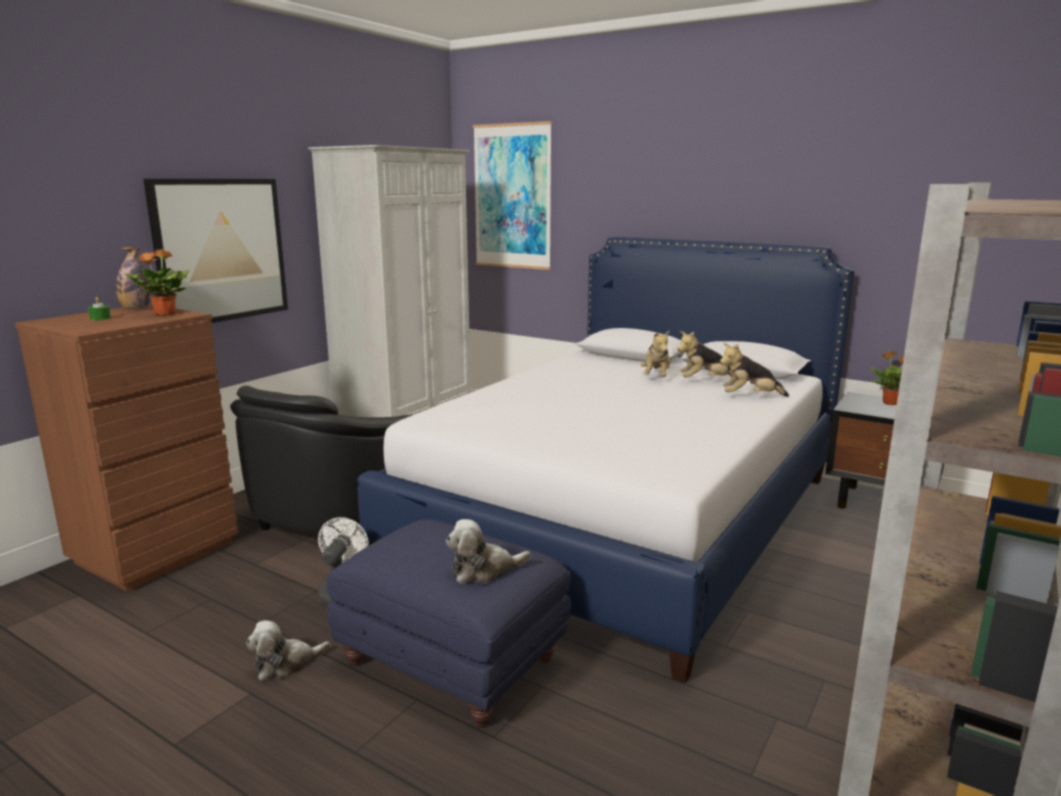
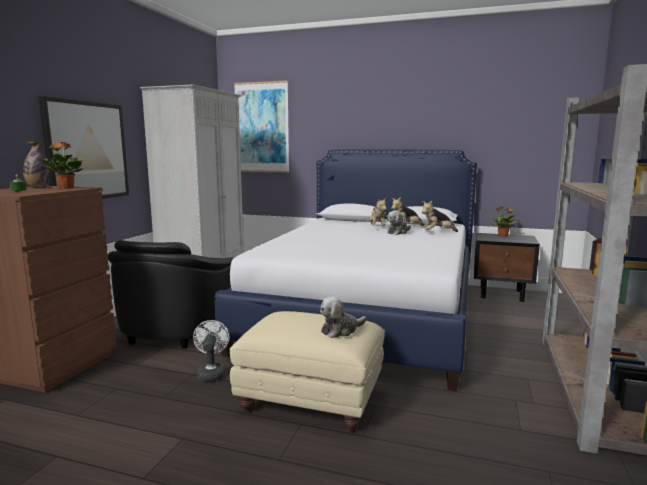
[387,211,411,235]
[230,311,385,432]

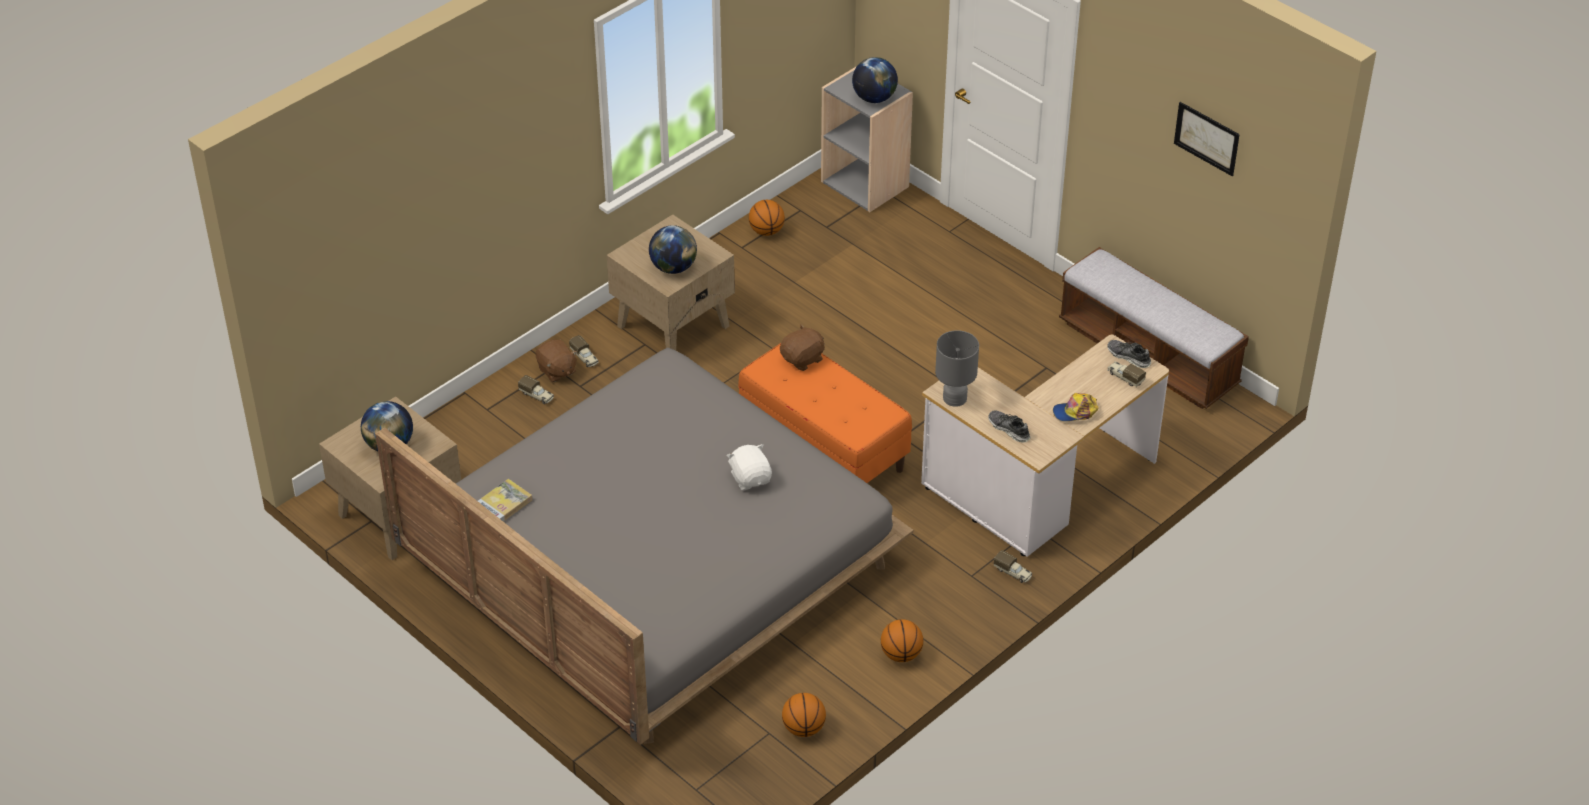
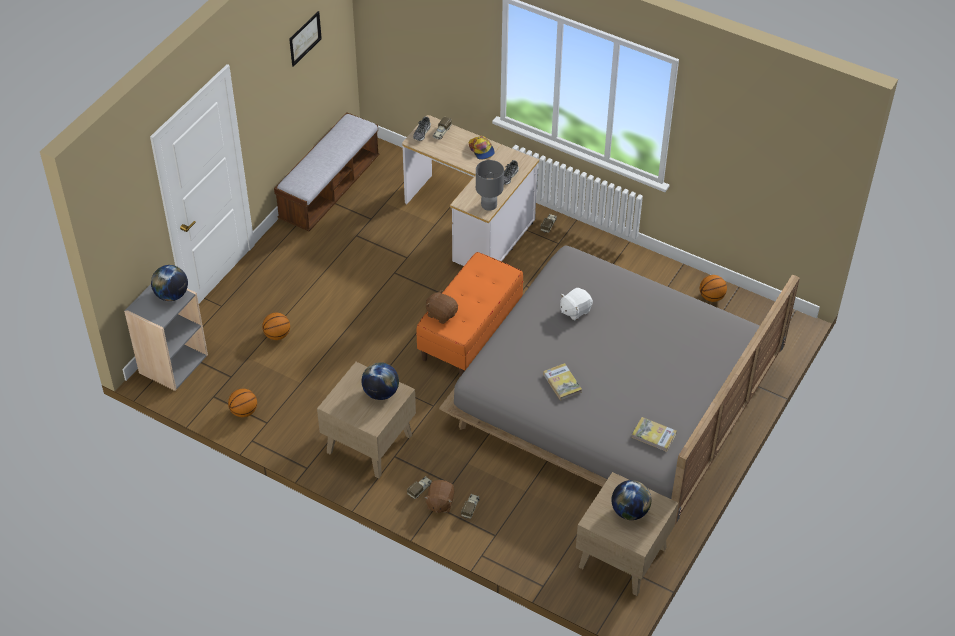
[543,363,582,401]
[262,313,290,340]
[424,480,454,513]

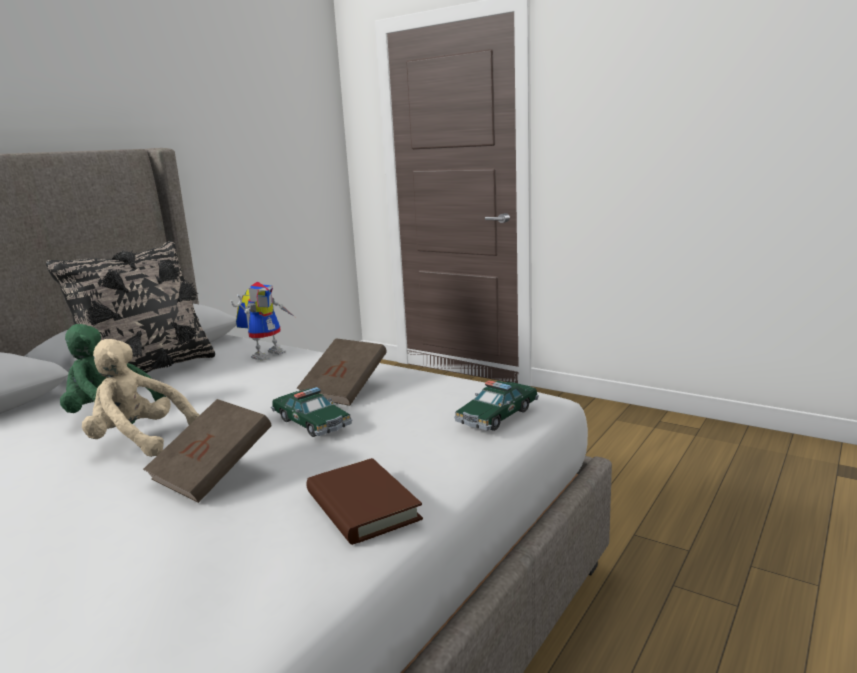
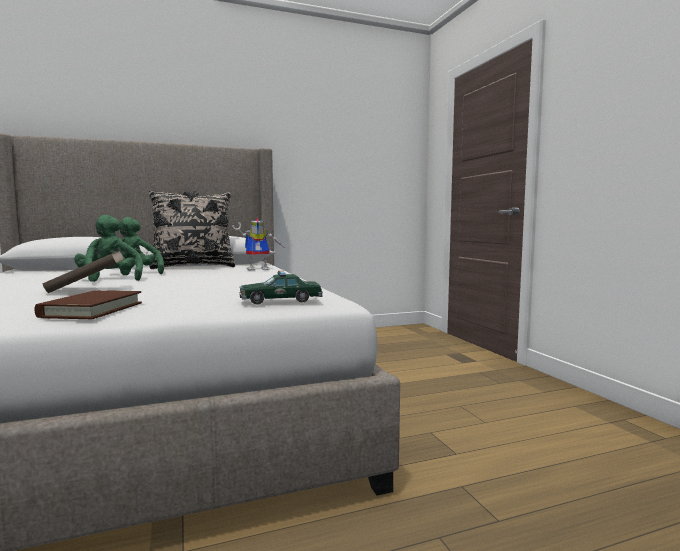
[271,387,352,437] (first image)
[297,338,387,406] (first image)
[74,215,143,282]

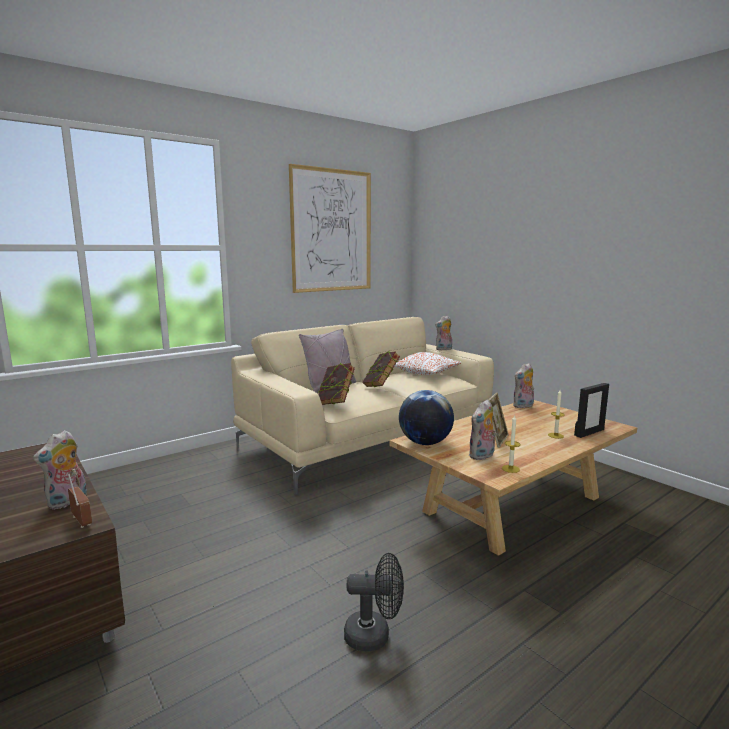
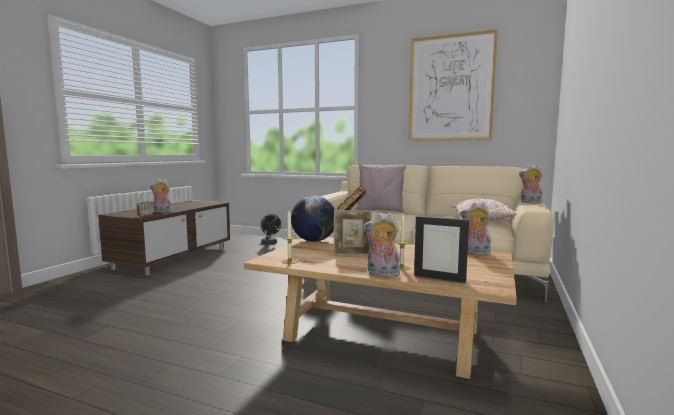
[362,351,400,388] (first image)
[261,214,281,245]
[363,212,400,277]

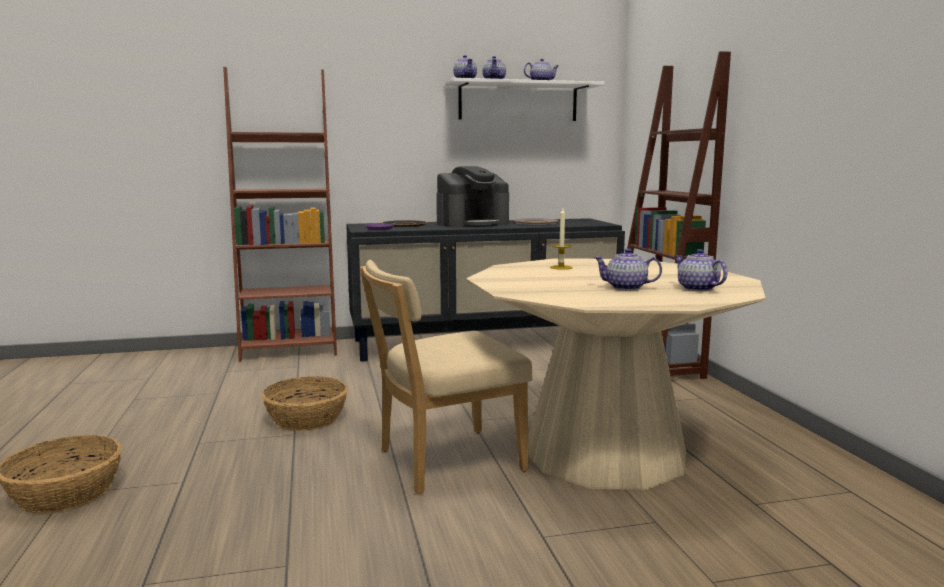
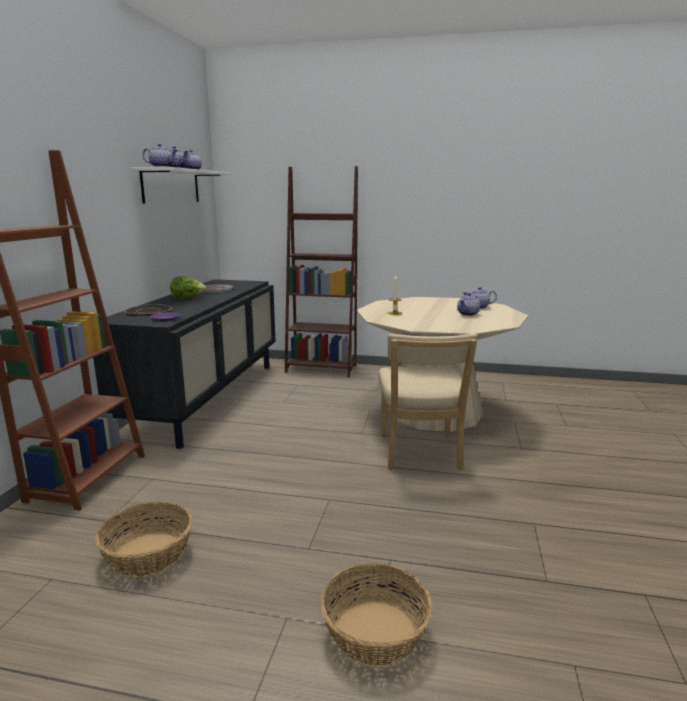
[95,501,193,577]
[170,276,206,300]

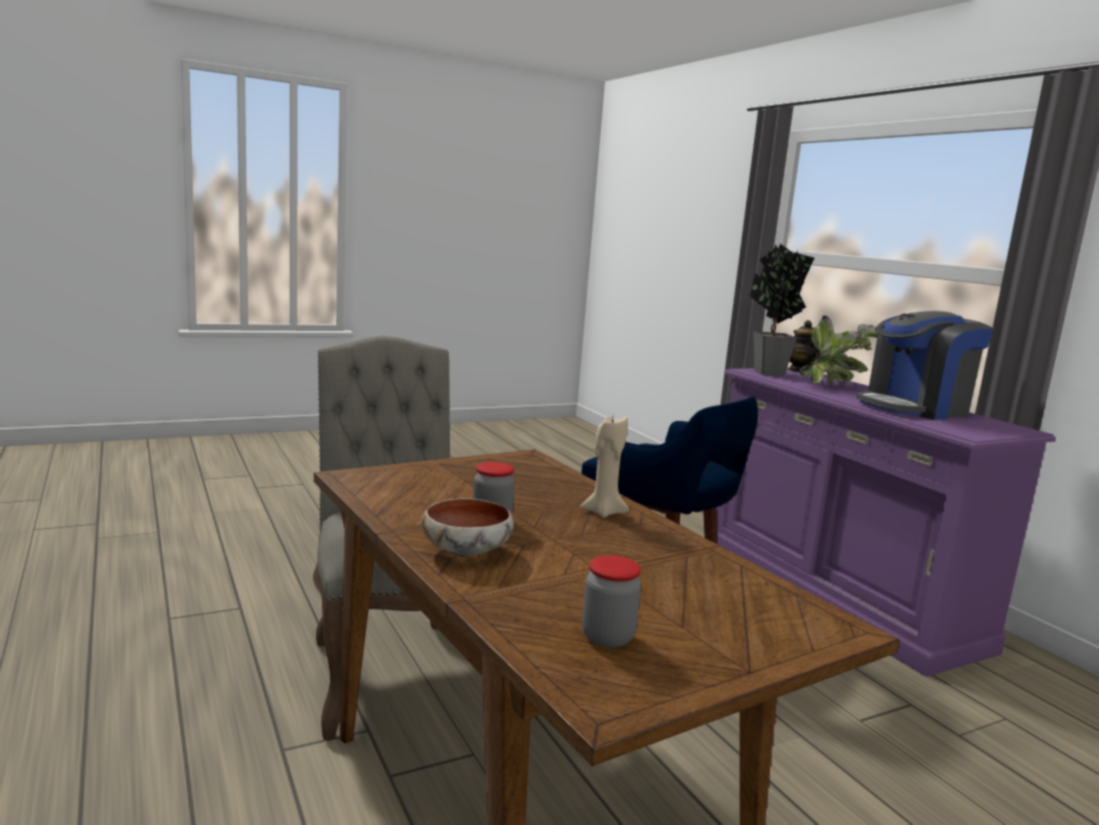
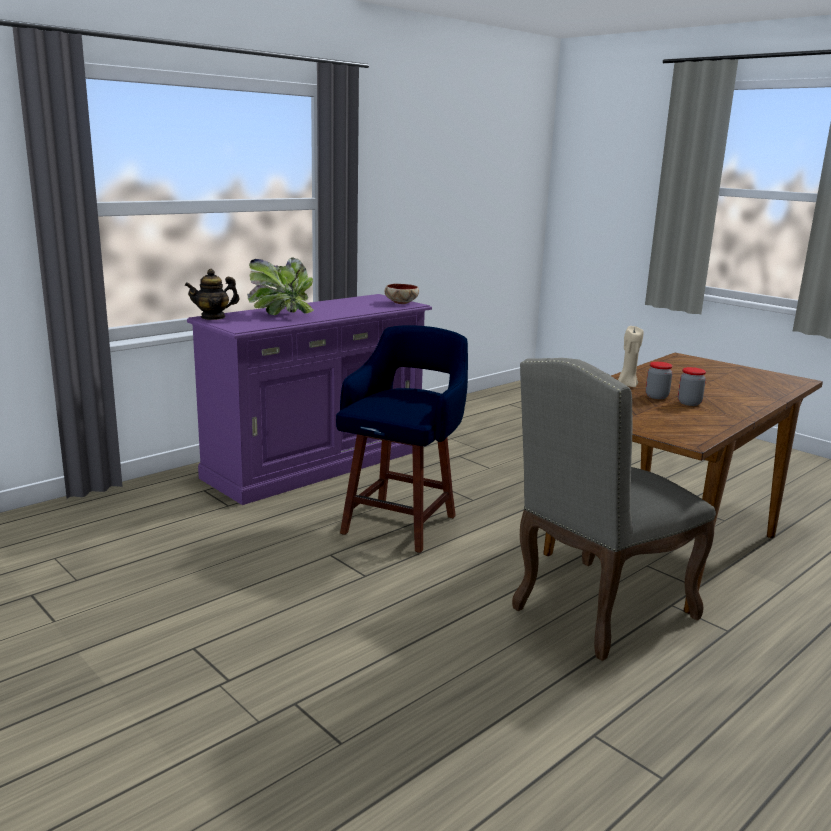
[750,244,814,376] (first image)
[856,311,993,420] (first image)
[384,284,419,304]
[646,362,673,399]

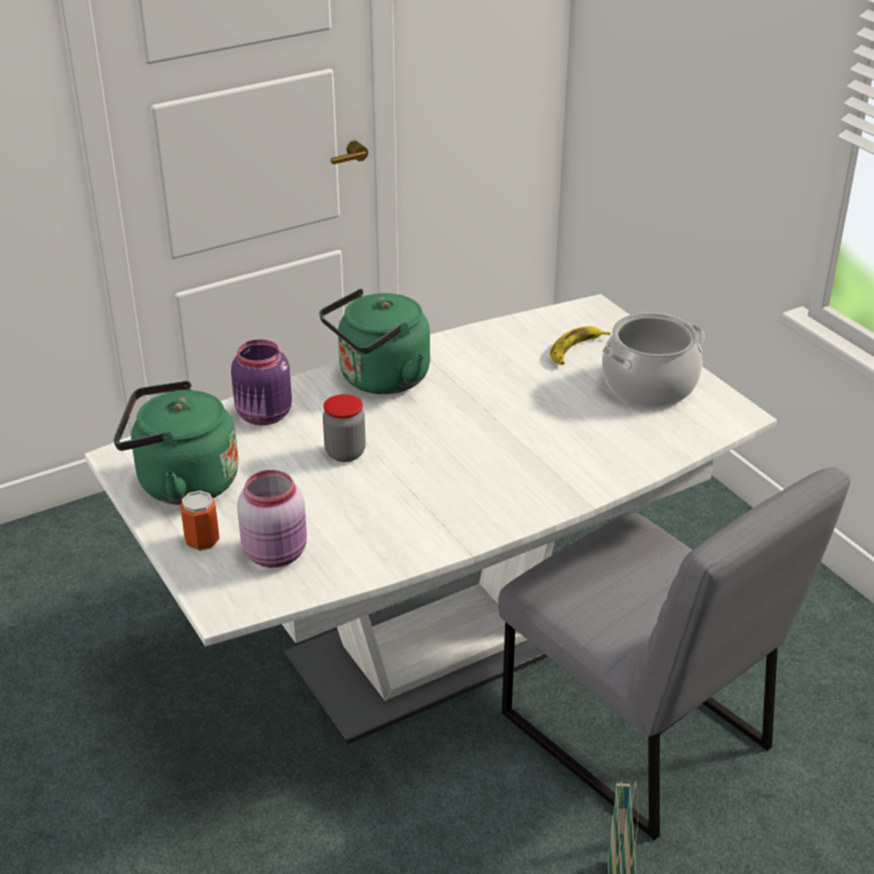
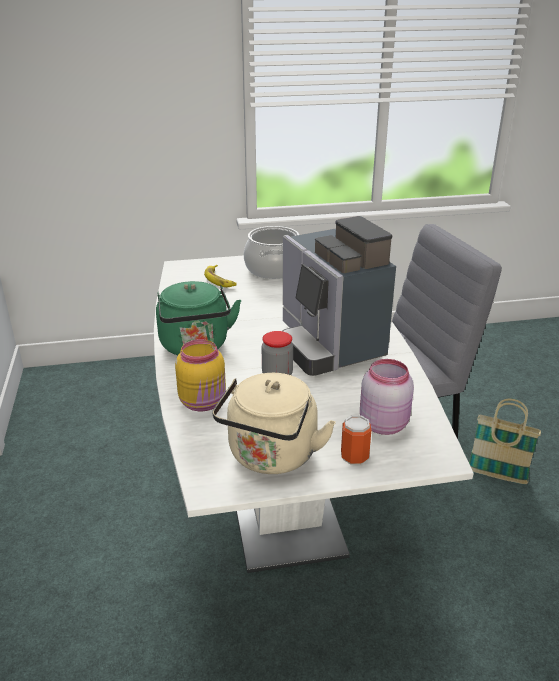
[283,216,396,376]
[212,373,336,474]
[175,339,226,411]

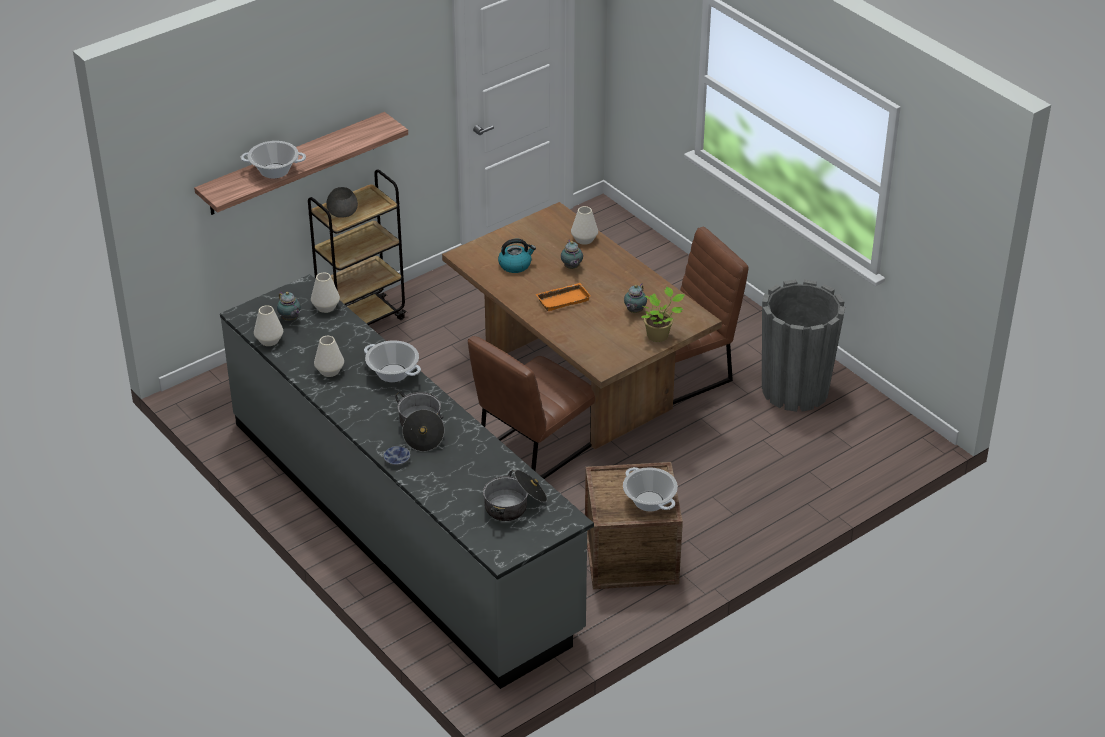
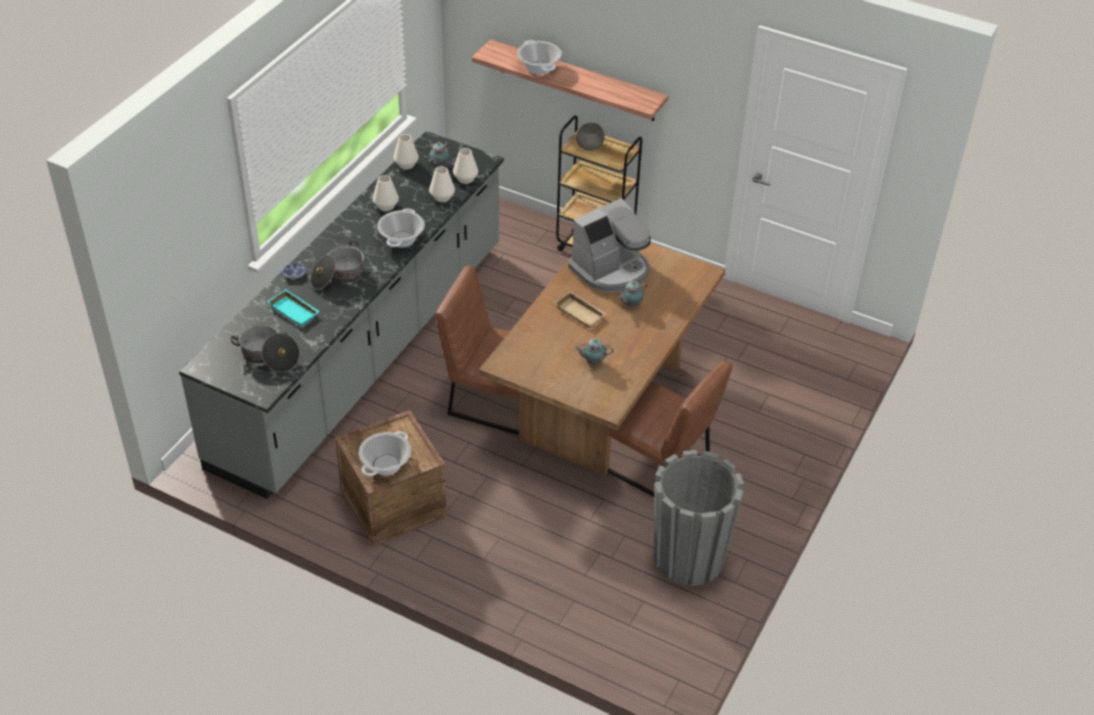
[641,287,684,342] (first image)
[267,289,320,327]
[429,166,455,202]
[568,198,651,292]
[554,291,606,328]

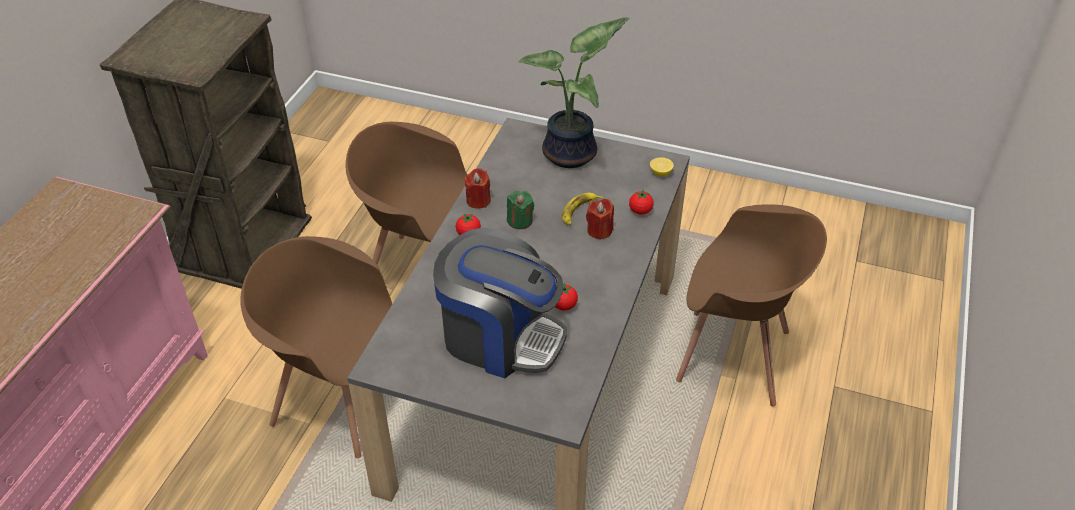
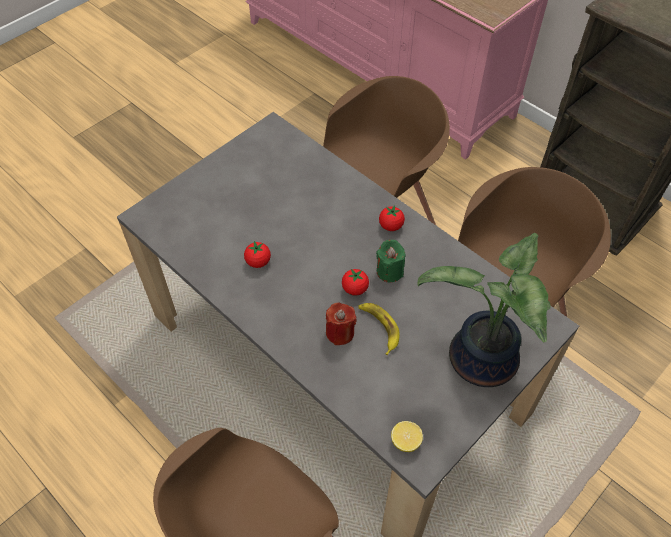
[433,228,567,378] (first image)
[464,168,491,209] (first image)
[342,269,369,296]

